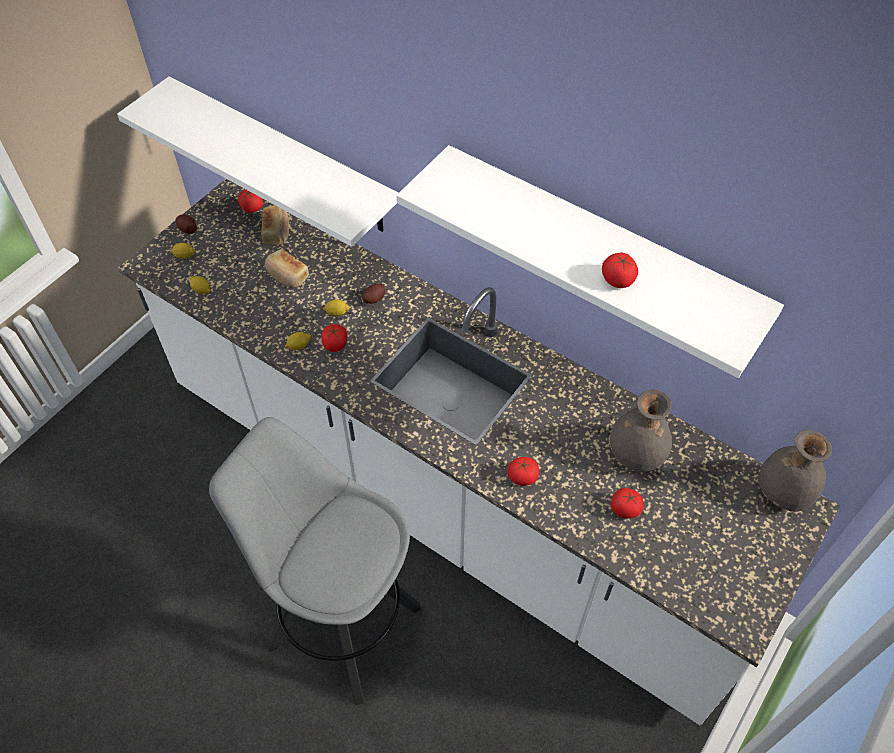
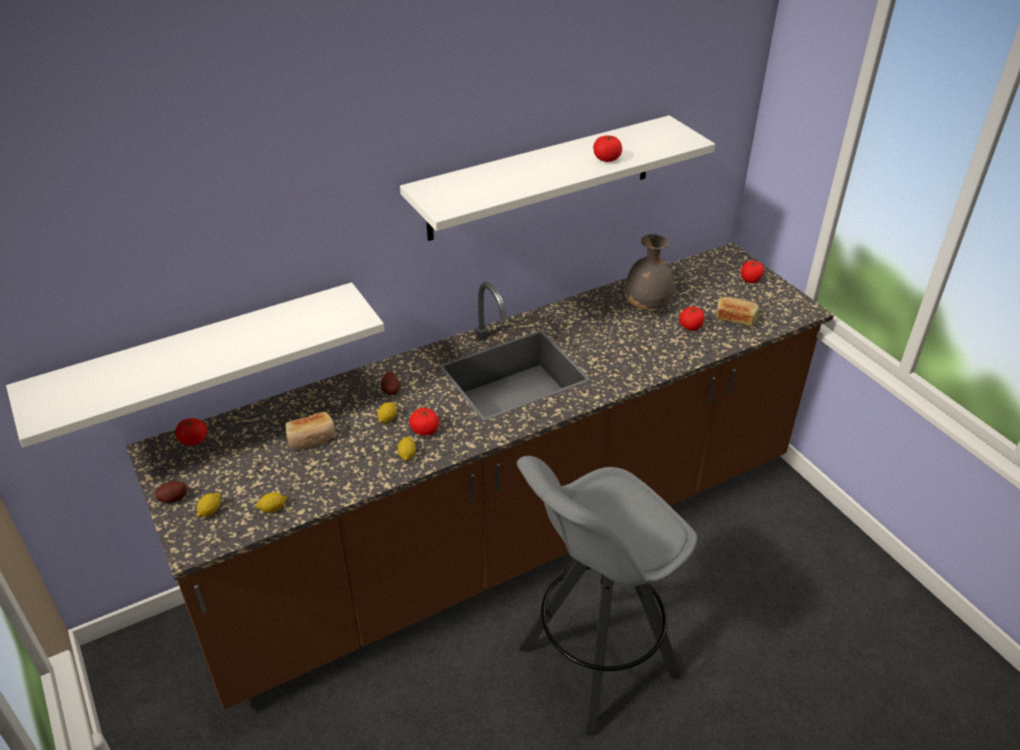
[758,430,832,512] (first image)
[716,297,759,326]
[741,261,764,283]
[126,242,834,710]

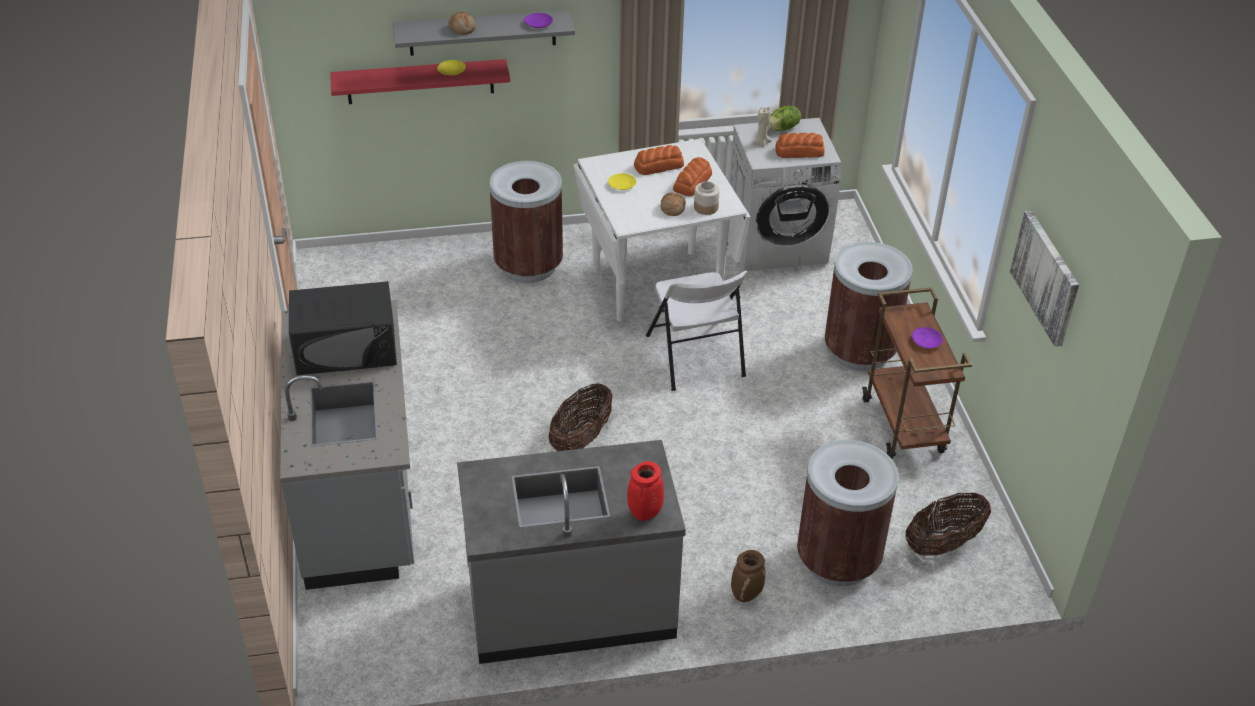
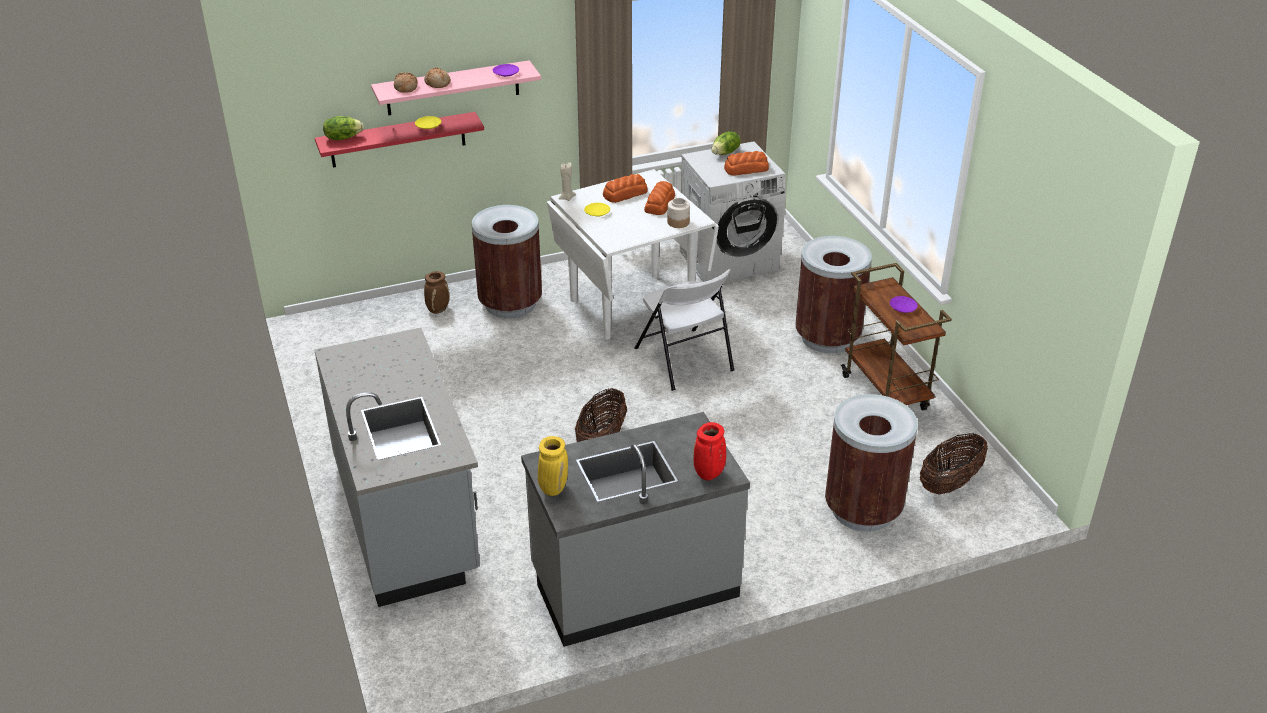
[289,281,397,375] (first image)
[1010,211,1079,347] (first image)
[323,116,364,140]
[538,436,568,496]
[394,72,418,93]
[424,271,449,314]
[559,163,576,201]
[371,60,541,115]

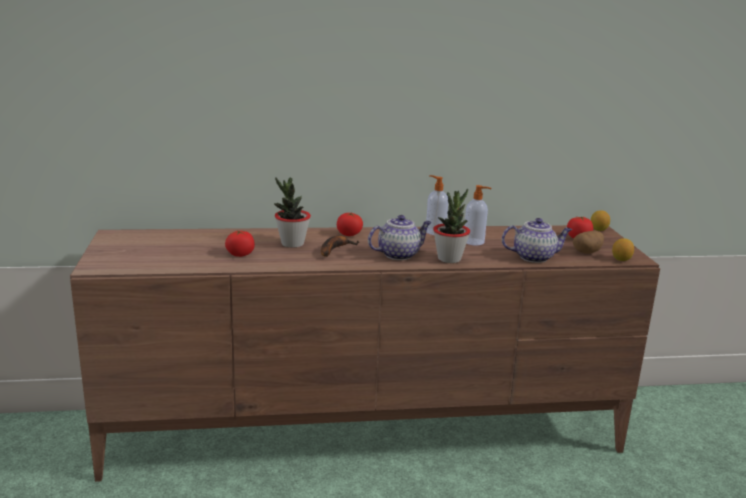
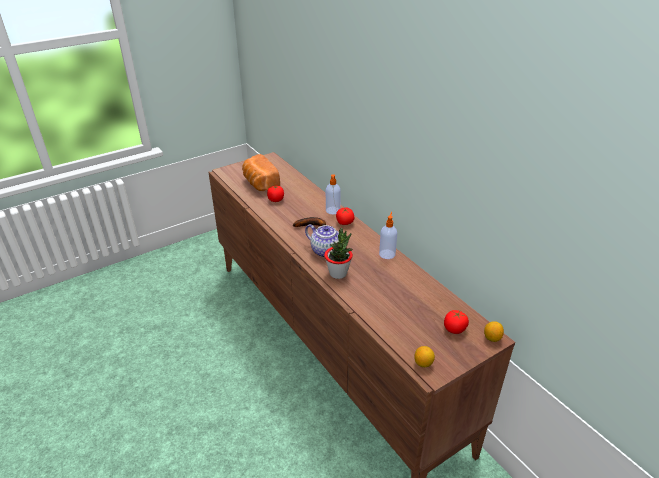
[274,177,311,248] (first image)
[502,218,572,263] (first image)
[573,231,604,254] (first image)
[242,154,280,191]
[326,174,341,214]

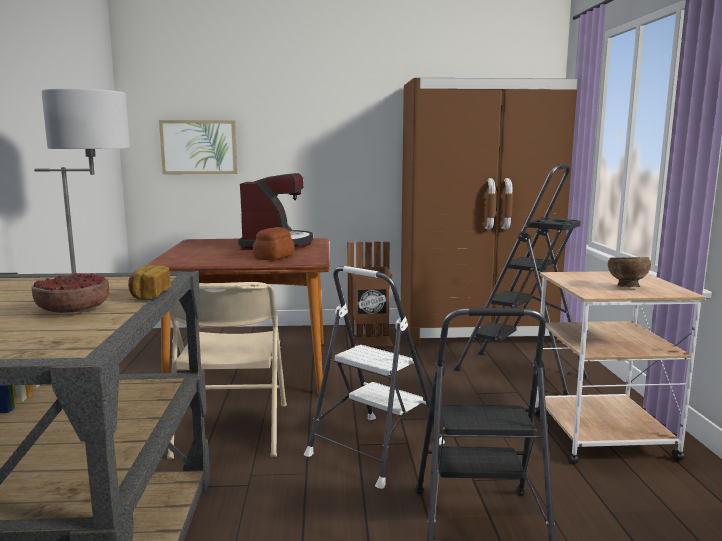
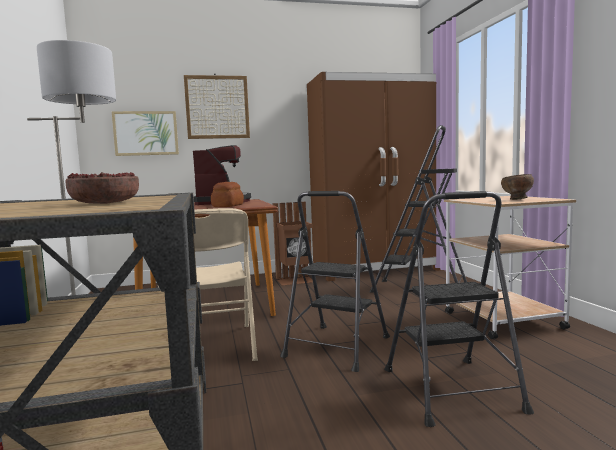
[128,265,171,299] (first image)
[184,74,250,139]
[280,191,390,372]

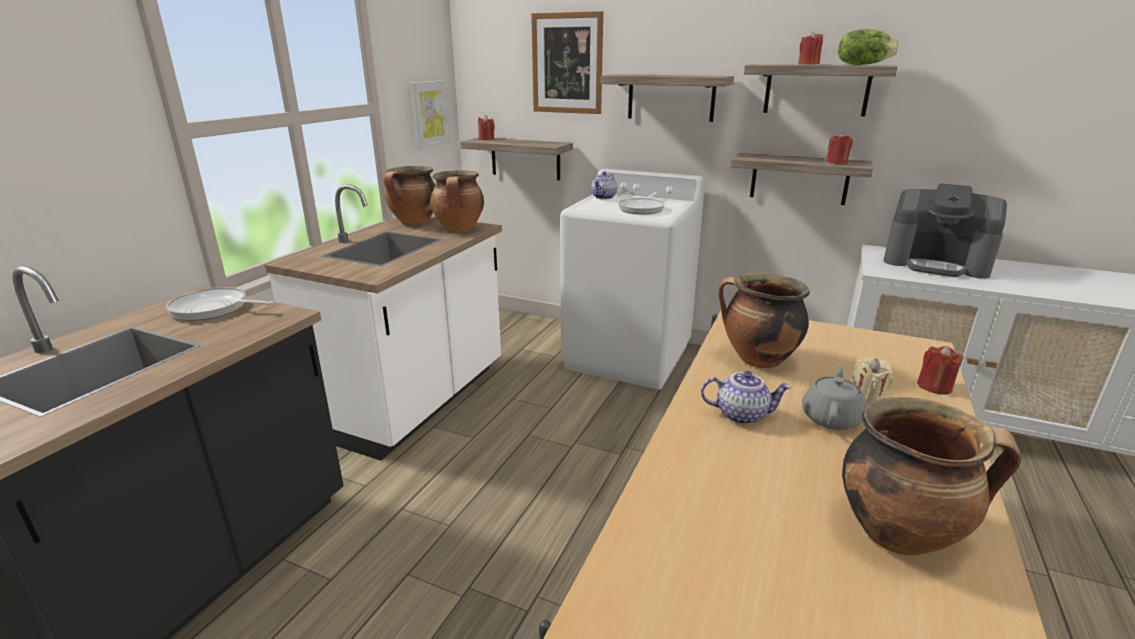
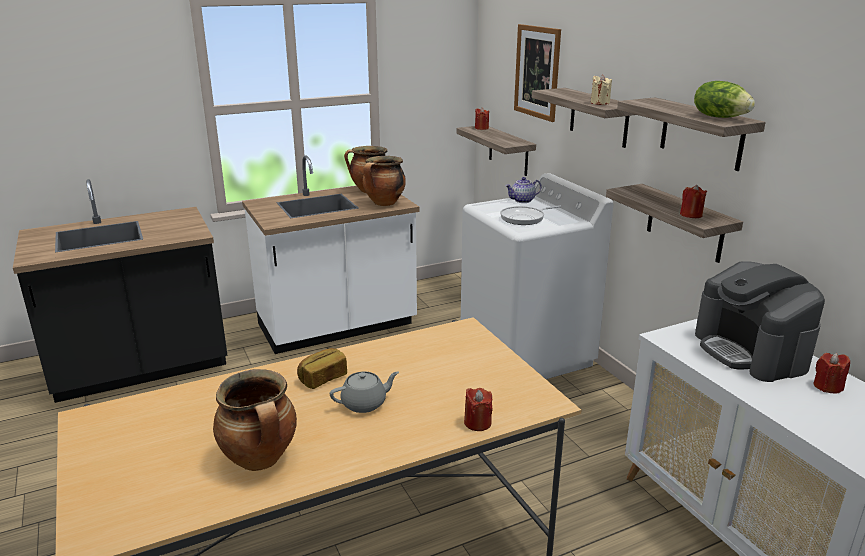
[166,287,273,321] (first image)
[409,80,450,149] (first image)
[719,273,810,368] (first image)
[813,353,850,393]
[591,75,612,105]
[297,348,347,389]

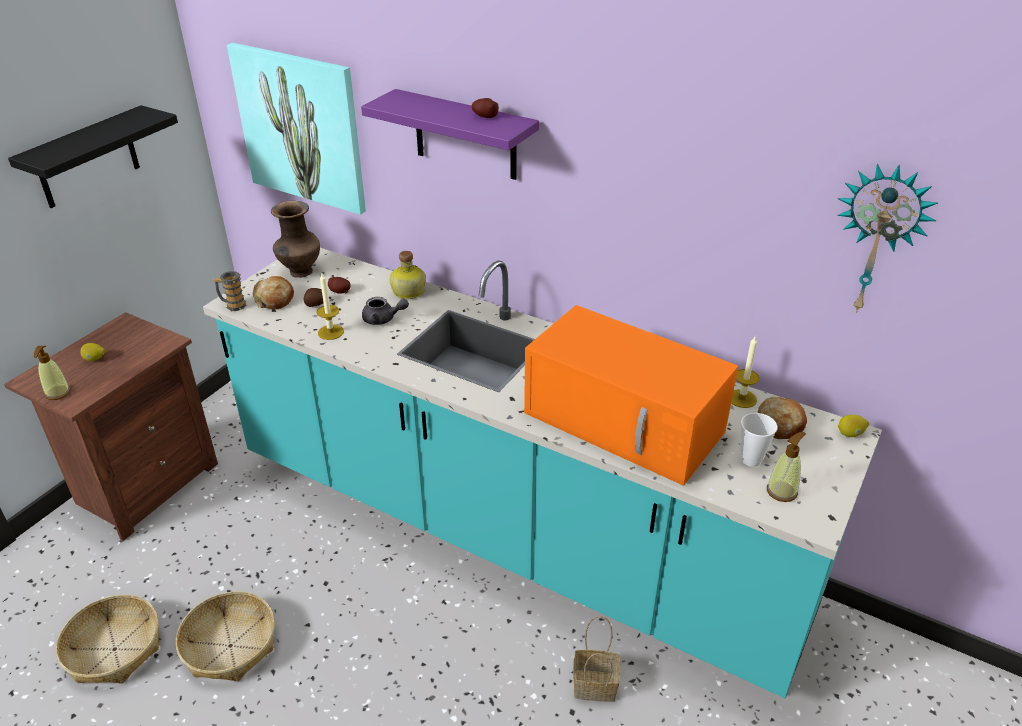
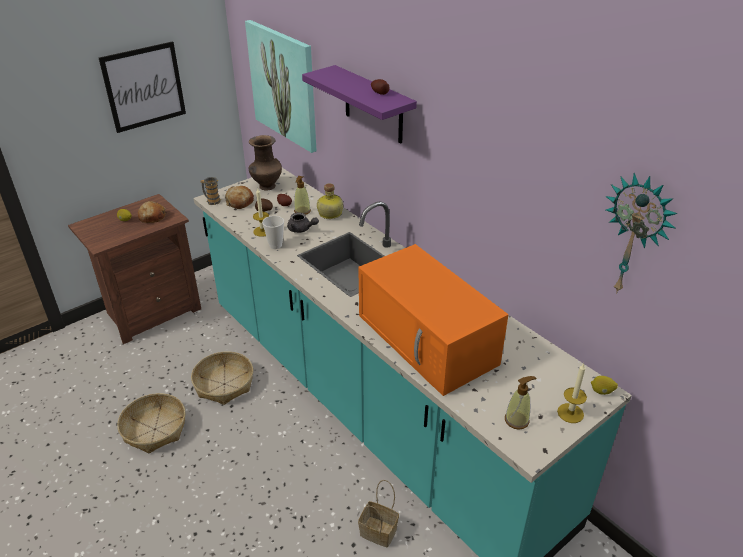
[294,176,311,215]
[191,351,253,405]
[557,364,587,423]
[262,216,284,249]
[138,201,167,223]
[99,41,186,133]

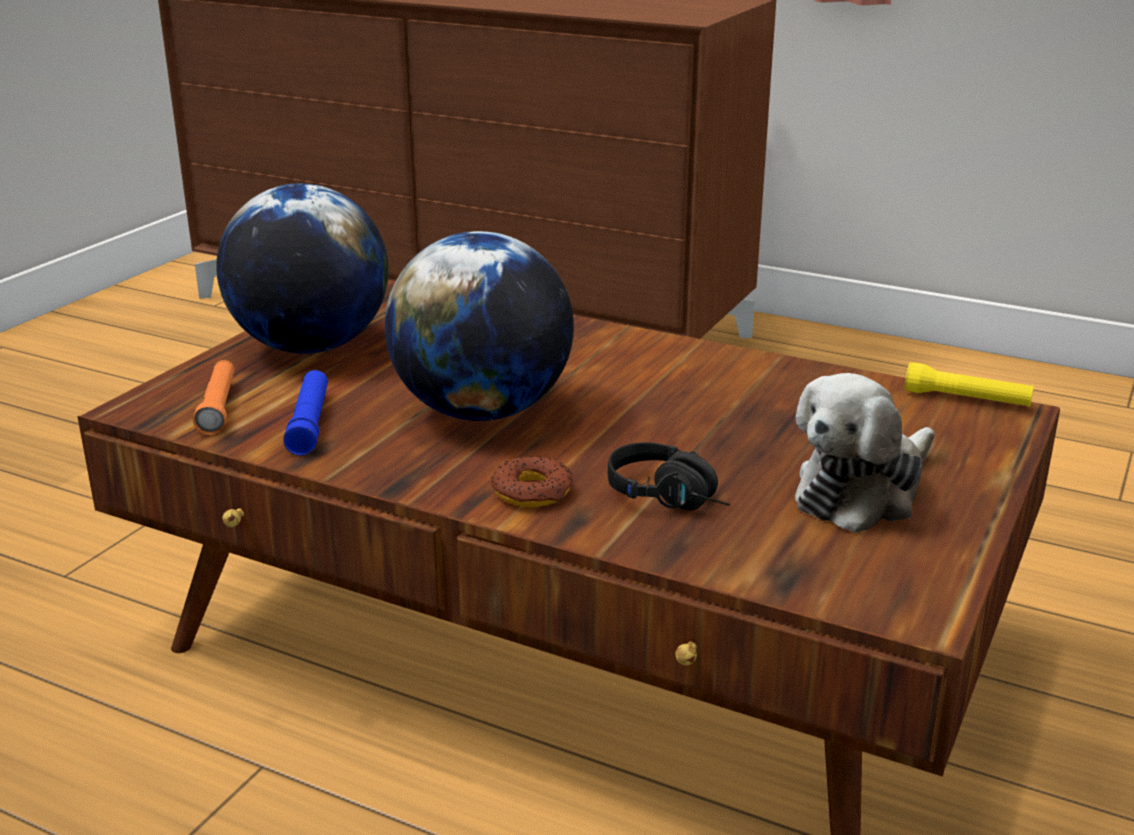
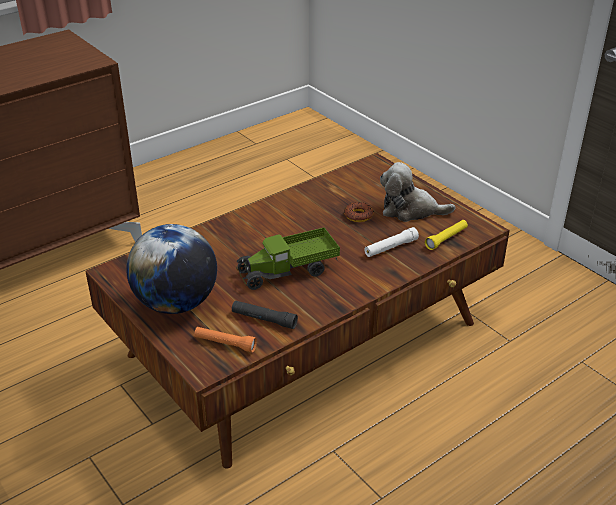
[344,202,374,222]
[425,220,468,250]
[236,227,340,290]
[364,227,419,257]
[232,301,298,329]
[380,162,455,222]

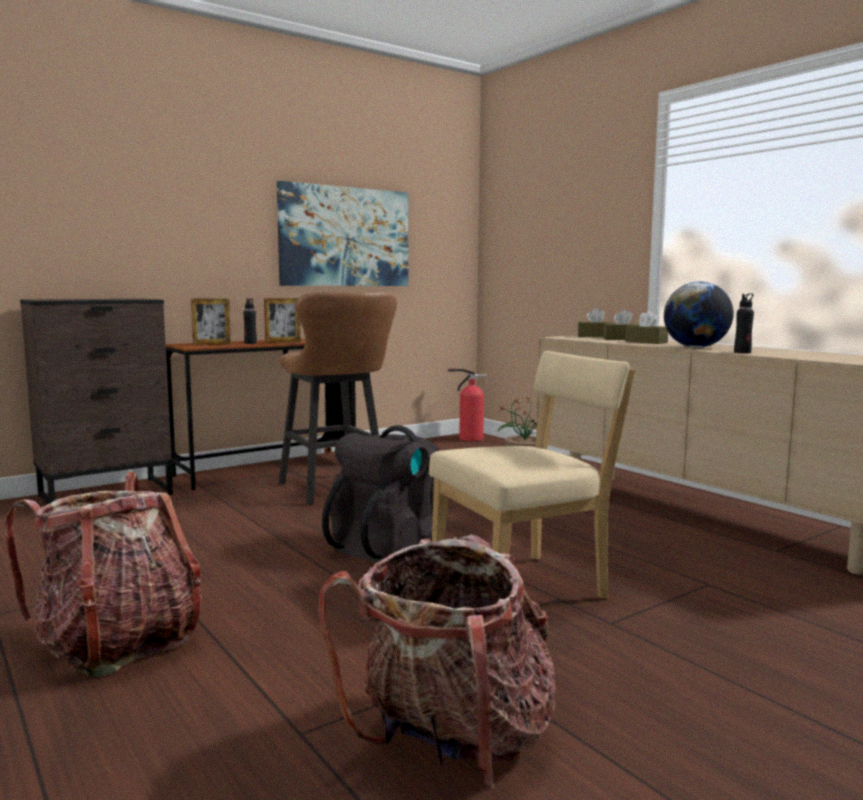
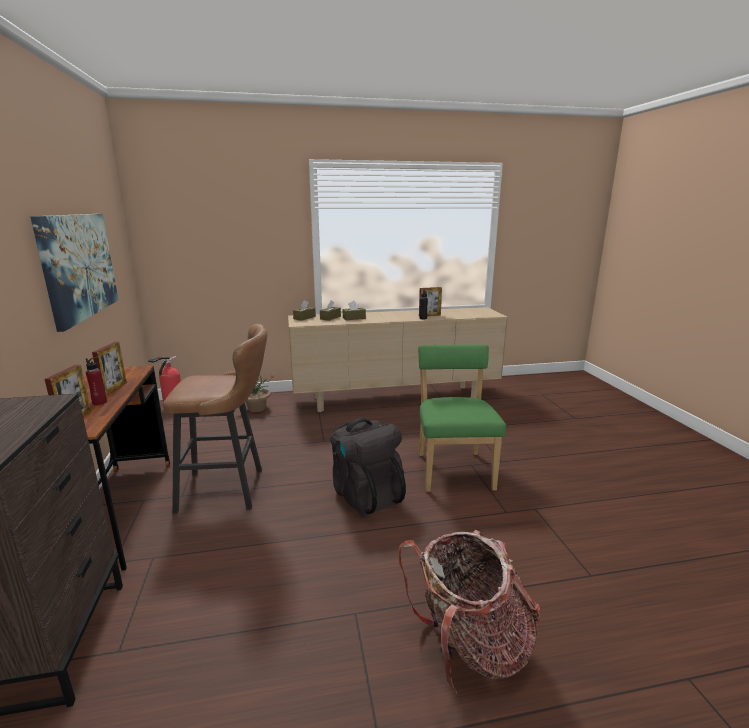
[318,535,556,788] (first image)
[664,282,734,348] (first image)
[419,287,442,316]
[86,357,107,405]
[418,345,506,492]

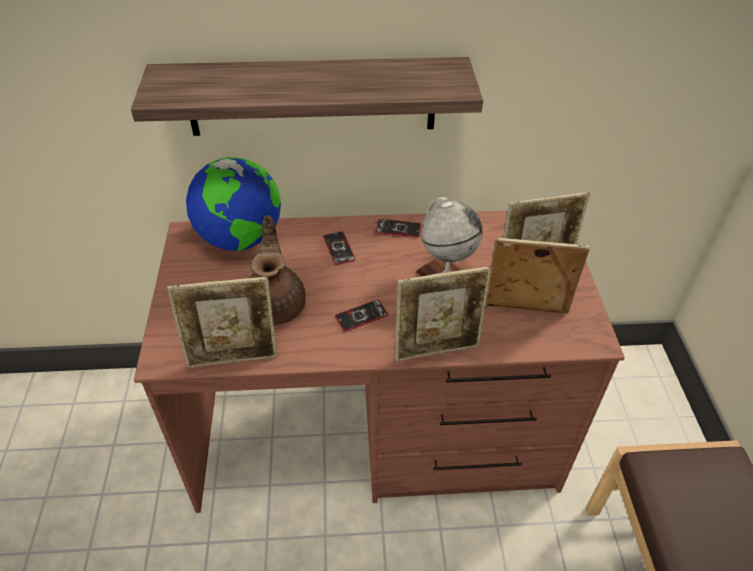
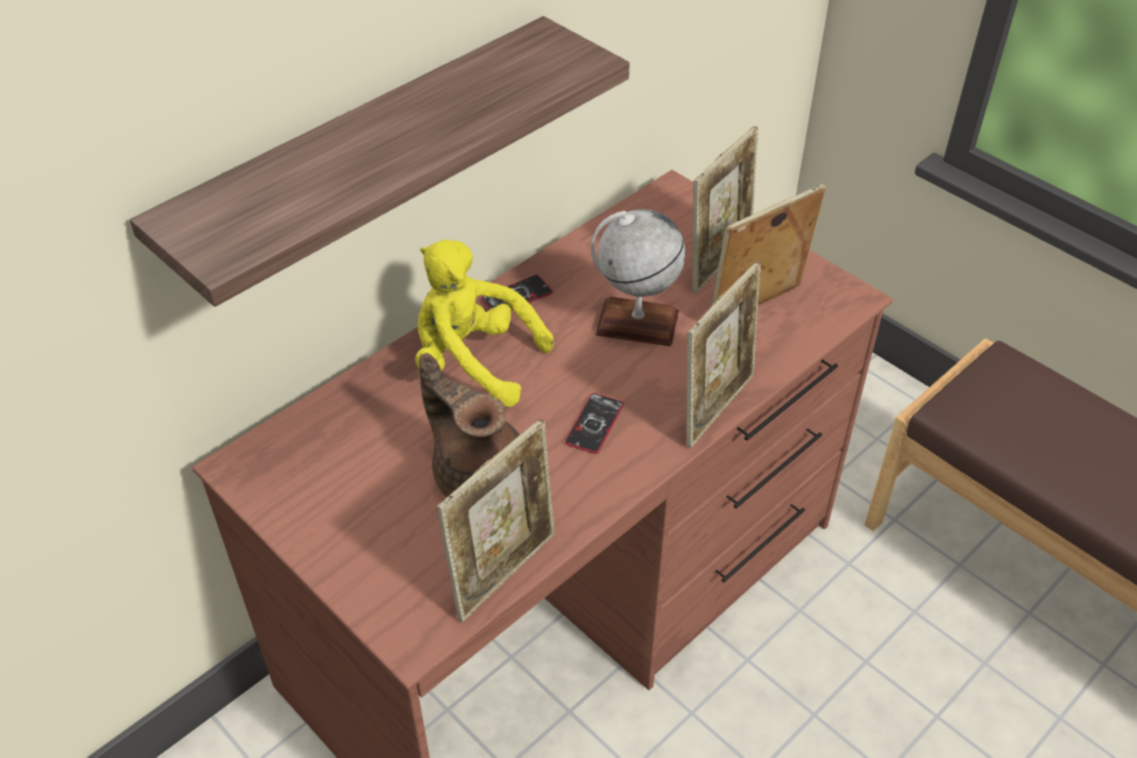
[186,157,281,251] (first image)
[415,240,554,407]

